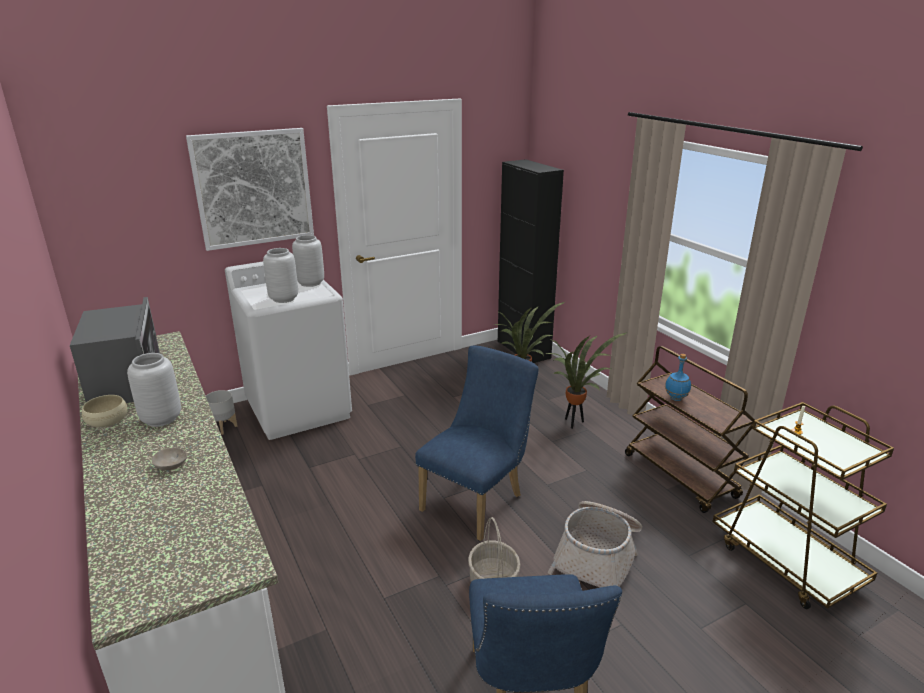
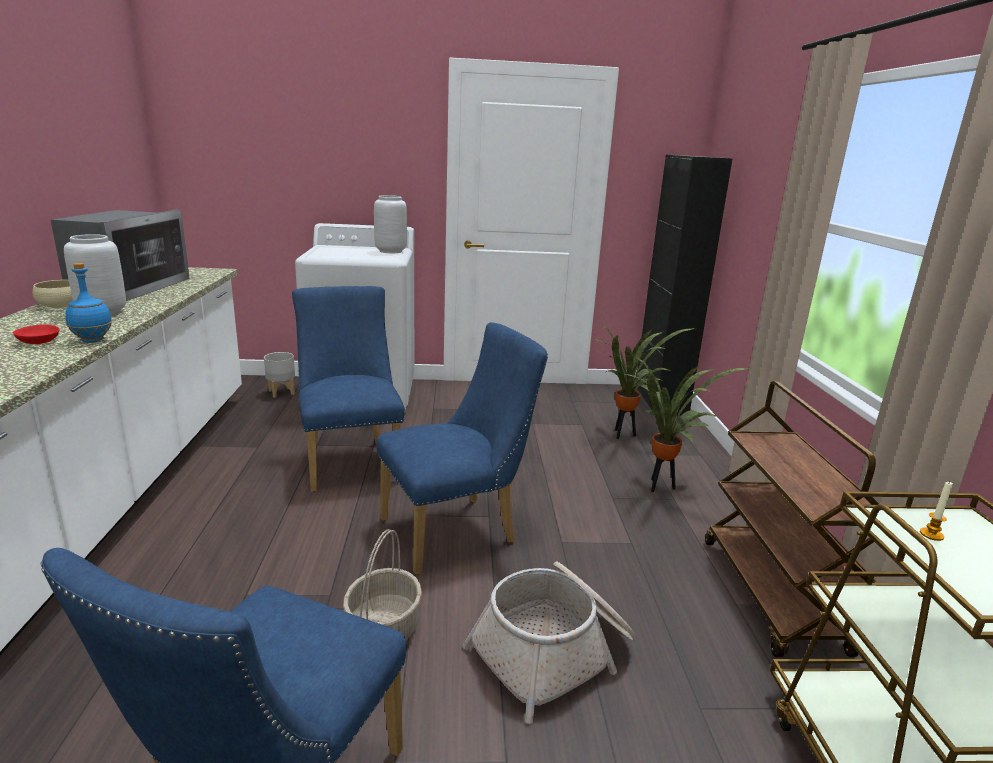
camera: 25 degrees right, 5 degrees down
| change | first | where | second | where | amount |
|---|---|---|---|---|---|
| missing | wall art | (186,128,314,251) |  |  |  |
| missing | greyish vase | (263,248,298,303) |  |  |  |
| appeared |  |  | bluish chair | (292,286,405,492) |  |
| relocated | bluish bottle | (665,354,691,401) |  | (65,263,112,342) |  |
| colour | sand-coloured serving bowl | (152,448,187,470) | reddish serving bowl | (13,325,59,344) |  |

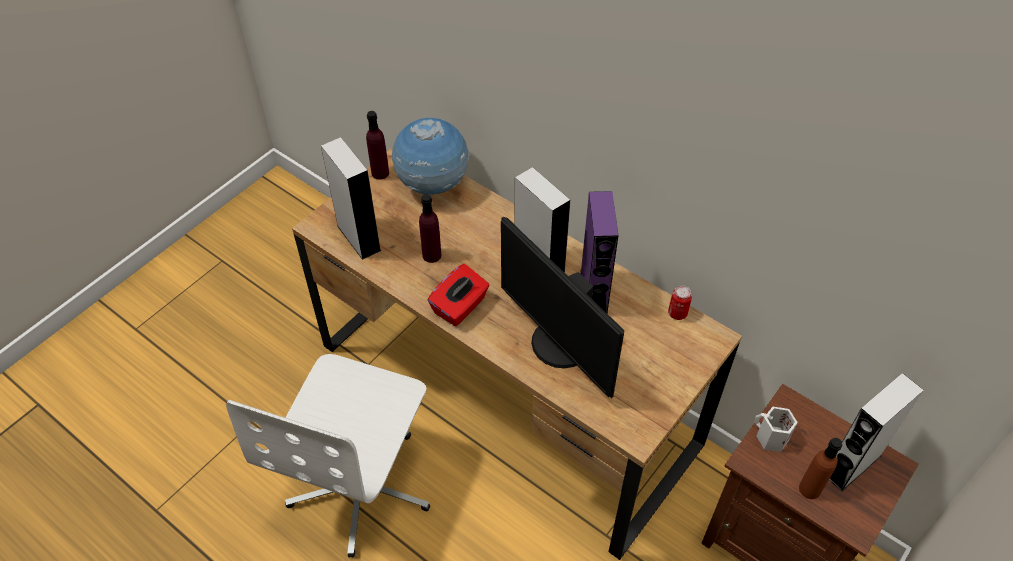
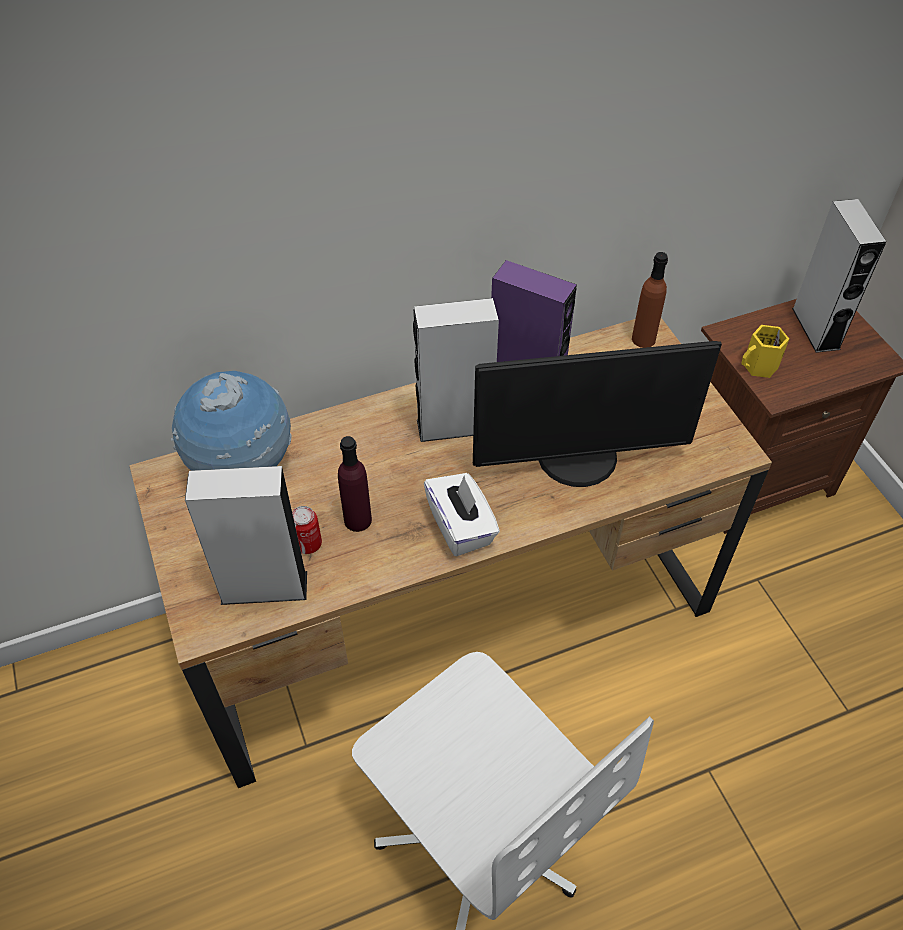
camera: 60 degrees left, 0 degrees up
| change | first | where | second | where | amount |
|---|---|---|---|---|---|
| missing | purplish bottle | (366,111,389,180) |  |  |  |
| relocated | metal can | (668,285,692,320) |  | (292,506,322,554) |  |
| relocated | brownish bottle | (799,438,842,499) |  | (632,252,668,348) |  |
| colour | reddish box of tissues | (428,264,490,326) | whitish box of tissues | (424,473,500,557) |  |
| colour | whitish coffee mug | (755,407,798,452) | yellow coffee mug | (741,325,789,378) |  |

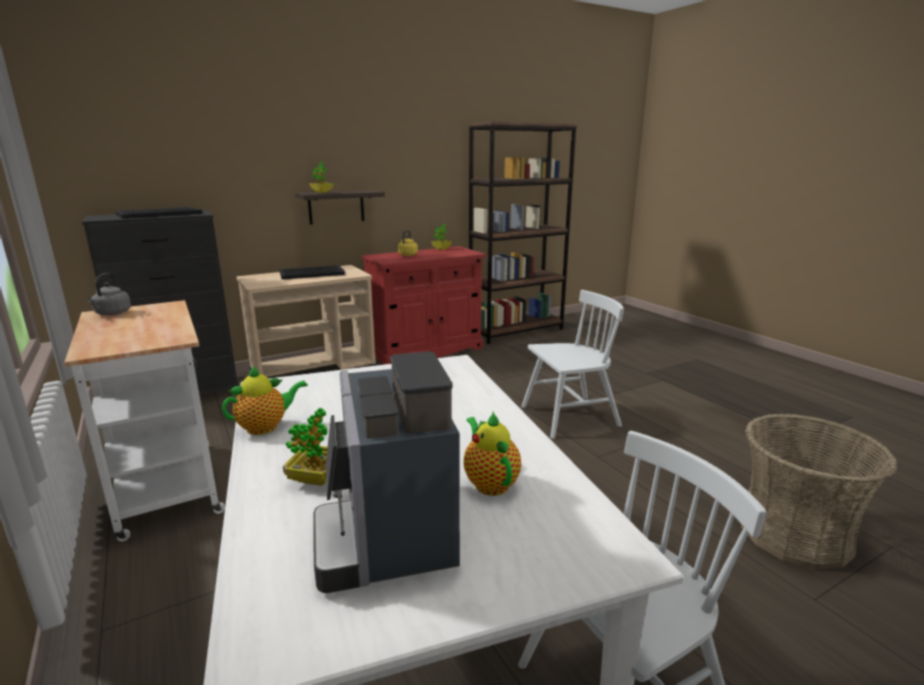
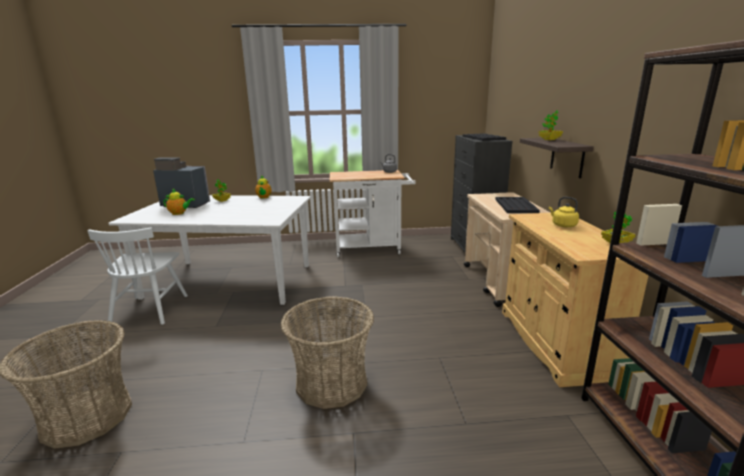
camera: 115 degrees right, 0 degrees up
| change | first | where | second | where | amount |
|---|---|---|---|---|---|
| exchanged | whitish chair | (521,290,624,439) | basket | (281,296,374,409) |  |
| colour | reddish cupboard | (361,246,486,365) | sand-coloured cupboard | (502,213,649,387) |  |

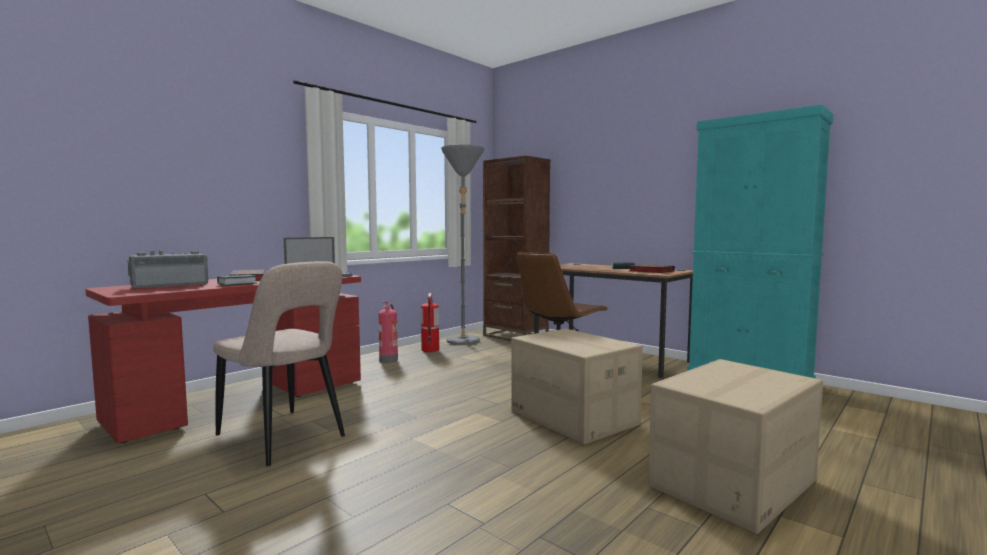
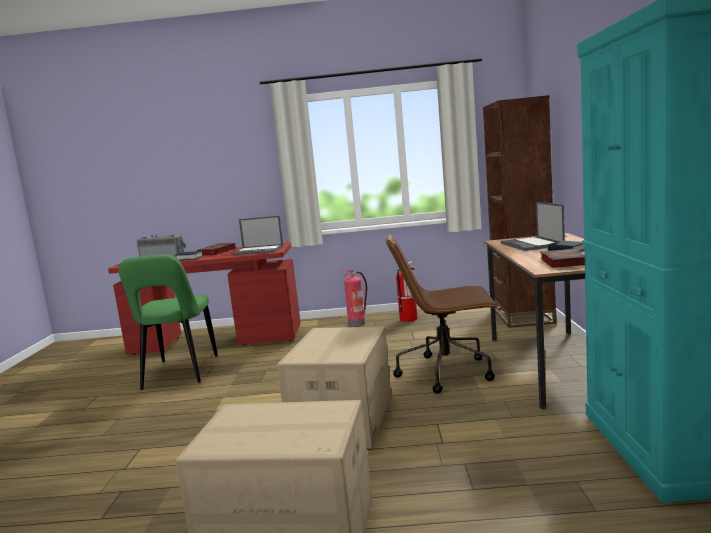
camera: 50 degrees right, 5 degrees up
| change | first | where | second | where | amount |
|---|---|---|---|---|---|
| missing | greyish floor lamp | (441,144,484,345) |  |  |  |
| appeared |  |  | notebook computer | (501,202,565,251) |  |
| colour | sand-coloured chair | (213,261,345,466) | green-coloured chair | (119,255,218,390) |  |

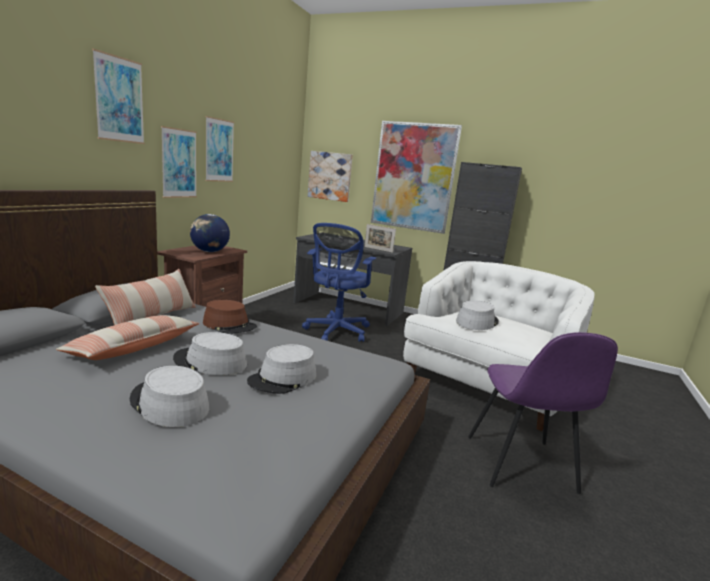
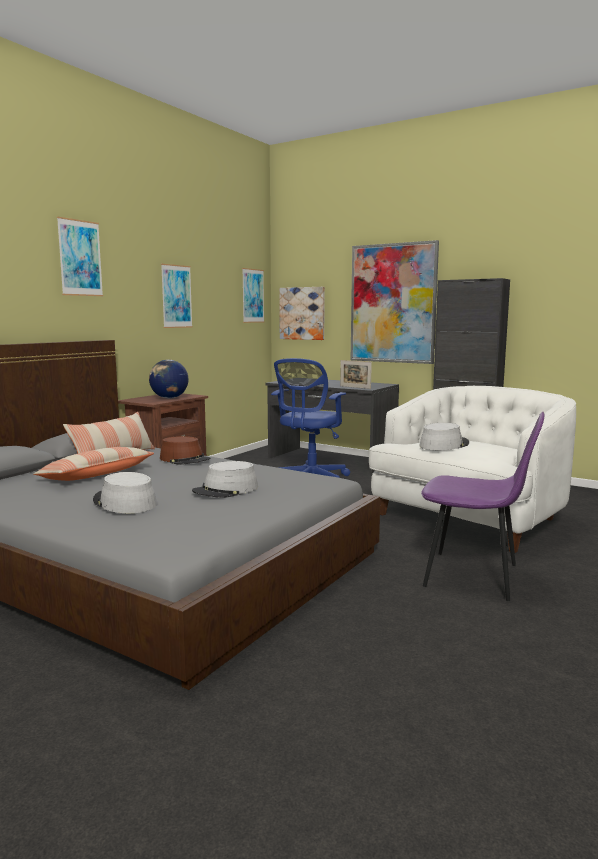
camera: 10 degrees right, 5 degrees down
| change | first | where | second | where | amount |
|---|---|---|---|---|---|
| missing | greyish clothing hat | (173,332,247,375) |  |  |  |
| relocated | wall art | (161,126,197,198) |  | (242,268,265,323) |  |
| spun | purplish chair | (468,332,618,494) |  | (421,412,545,601) | 75 degrees counterclockwise |

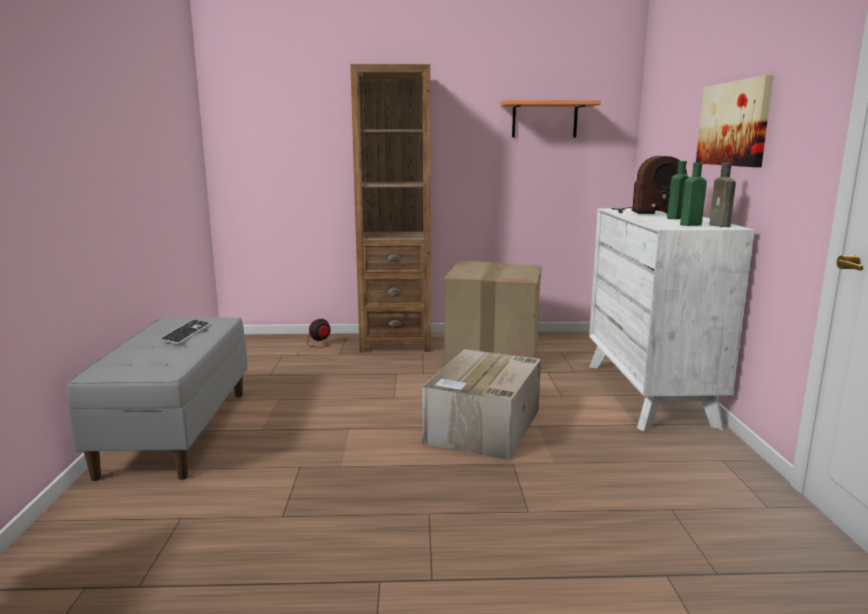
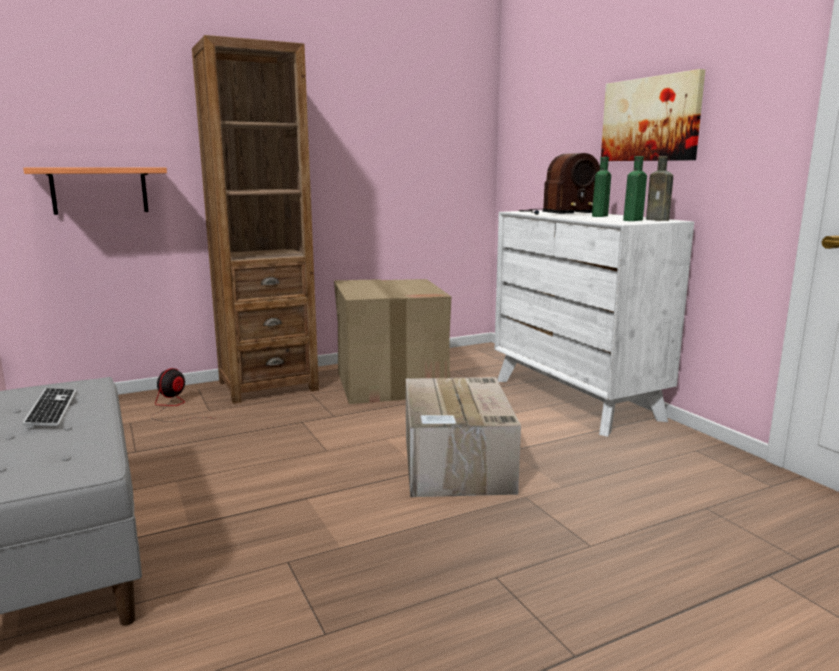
camera: 25 degrees left, 0 degrees up
| change | first | where | second | where | amount |
|---|---|---|---|---|---|
| relocated | bracket shelf | (500,100,601,138) |  | (23,167,167,215) |  |

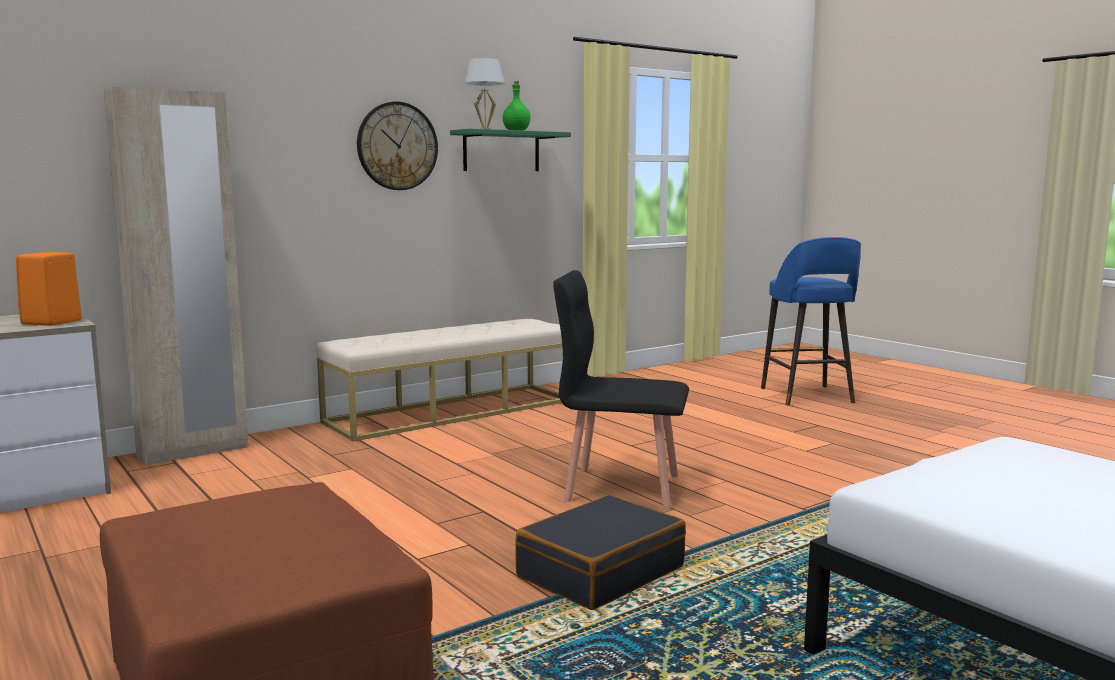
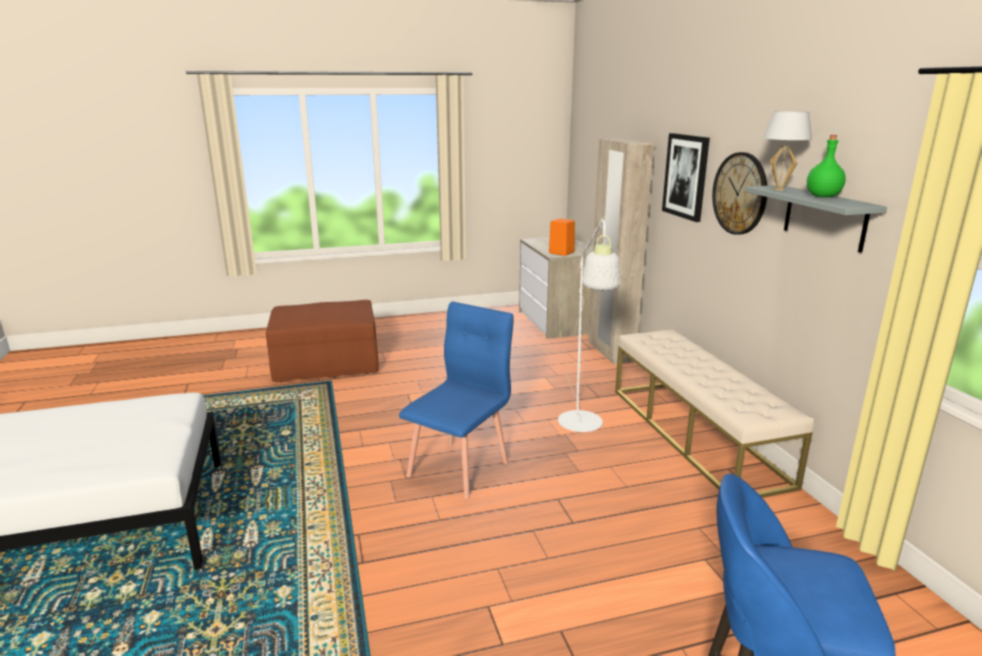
camera: 110 degrees right, 10 degrees up
| change | first | where | second | where | amount |
|---|---|---|---|---|---|
| missing | black piece of luggage | (515,495,686,610) |  |  |  |
| appeared |  |  | whitish floor lamp | (558,217,621,432) |  |
| appeared |  |  | wall art | (662,133,710,222) |  |
| colour | green-coloured bracket shelf | (450,129,571,171) | greyish bracket shelf | (745,185,887,253) |  |
| colour | black chair | (553,270,689,510) | bluish chair | (399,302,514,499) |  |

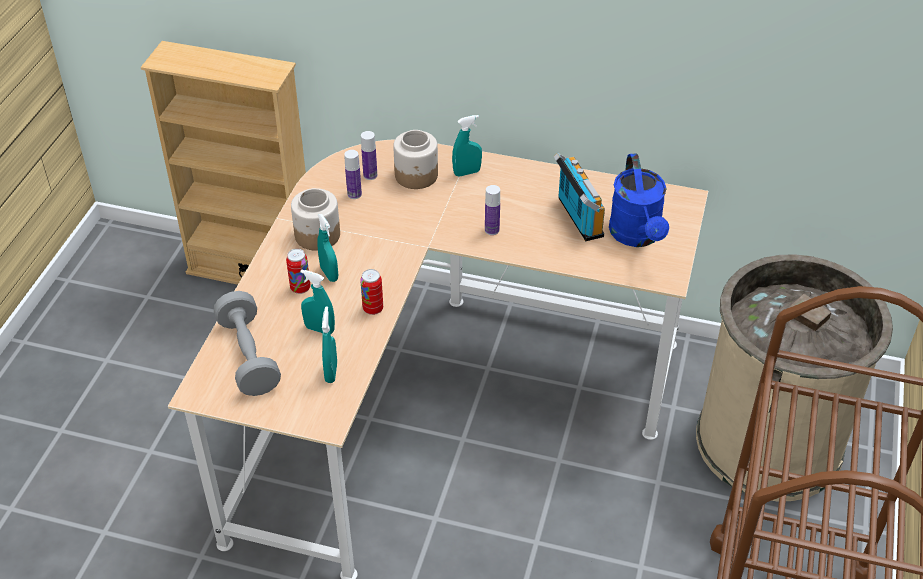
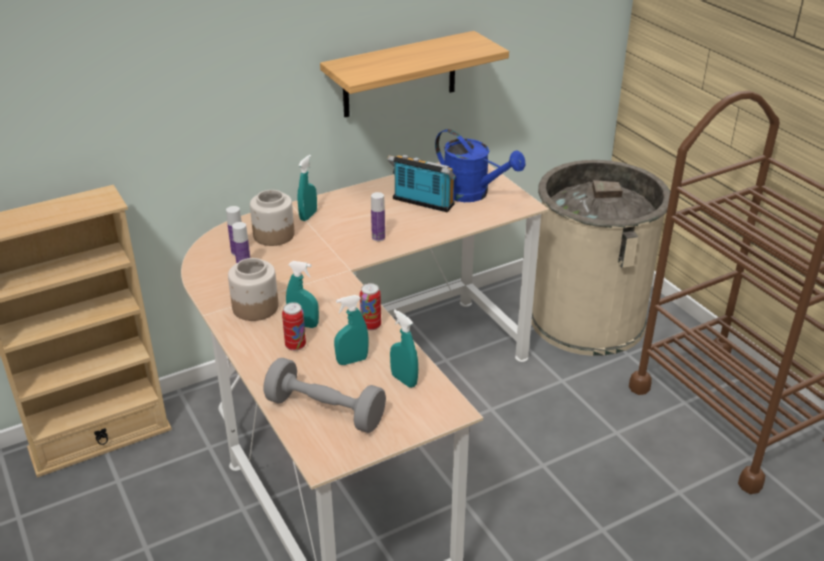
camera: 45 degrees left, 10 degrees down
| change | first | where | second | where | amount |
|---|---|---|---|---|---|
| appeared |  |  | bracket shelf | (320,31,509,117) |  |

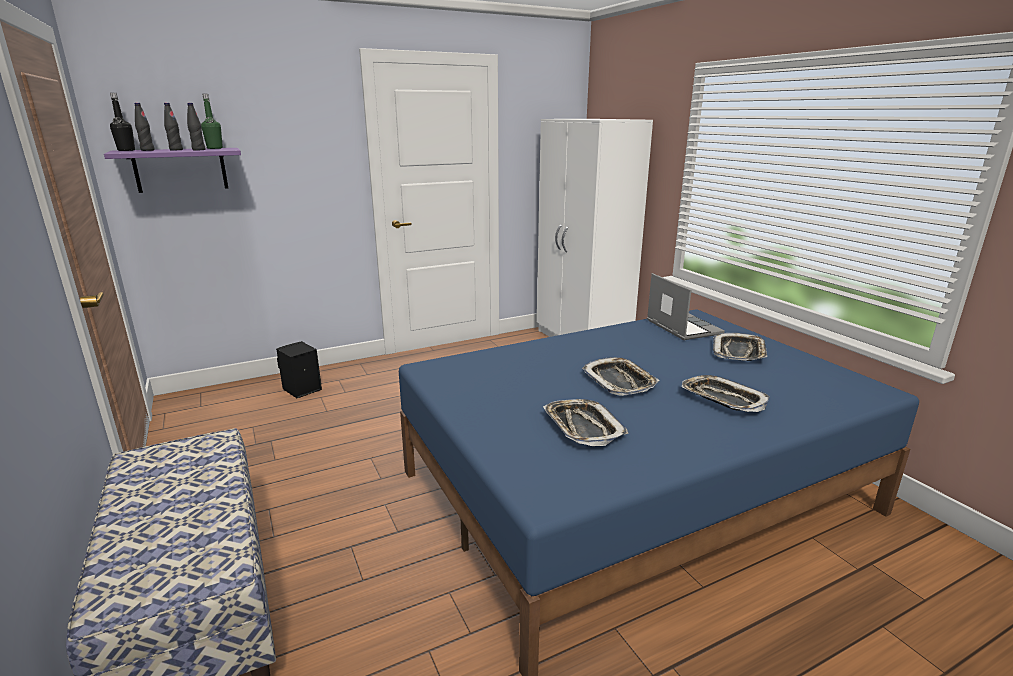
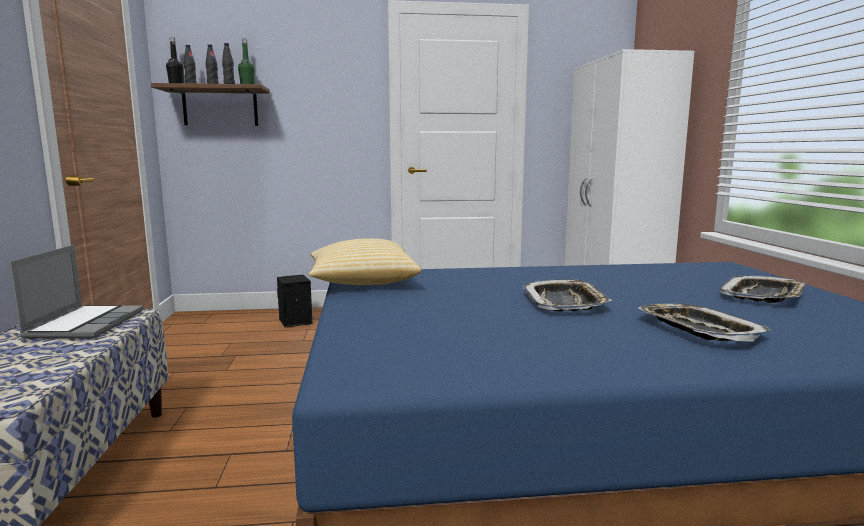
camera: 20 degrees right, 10 degrees down
| change | first | where | second | where | amount |
|---|---|---|---|---|---|
| missing | serving tray | (543,399,628,446) |  |  |  |
| appeared |  |  | cushion | (309,238,422,285) |  |
| relocated | notebook computer | (647,273,725,340) |  | (9,245,143,339) |  |
| colour | purplish bracket shelf | (104,148,241,193) | brownish bracket shelf | (151,83,270,126) |  |

